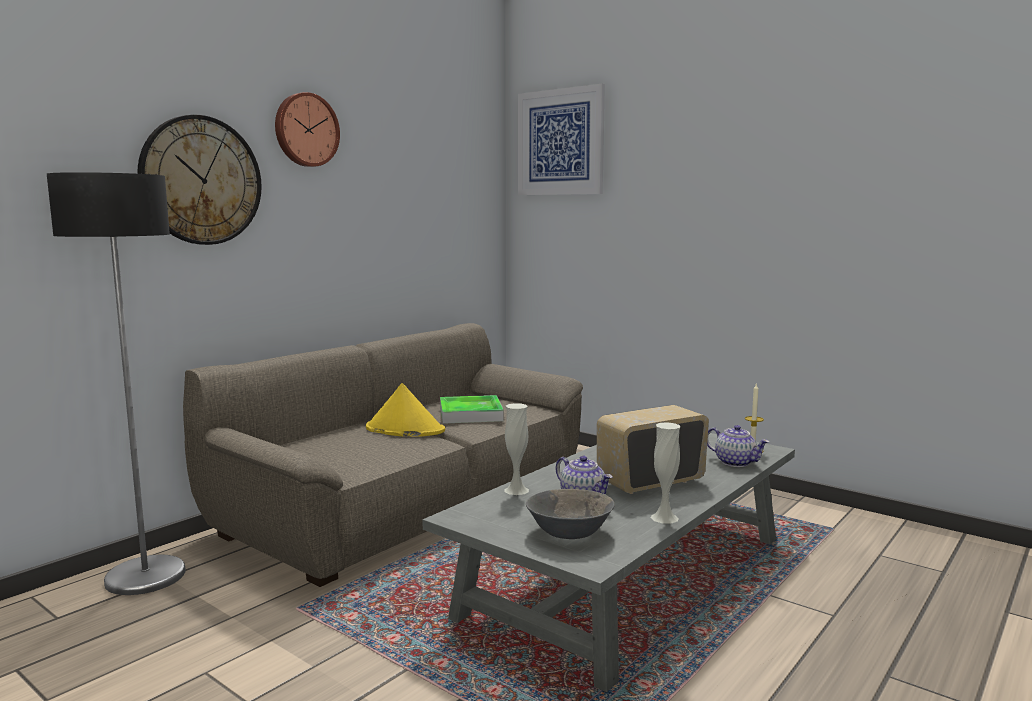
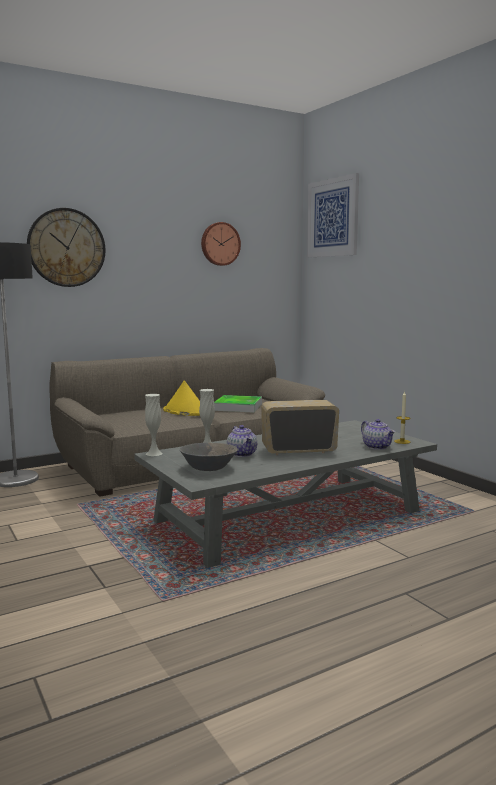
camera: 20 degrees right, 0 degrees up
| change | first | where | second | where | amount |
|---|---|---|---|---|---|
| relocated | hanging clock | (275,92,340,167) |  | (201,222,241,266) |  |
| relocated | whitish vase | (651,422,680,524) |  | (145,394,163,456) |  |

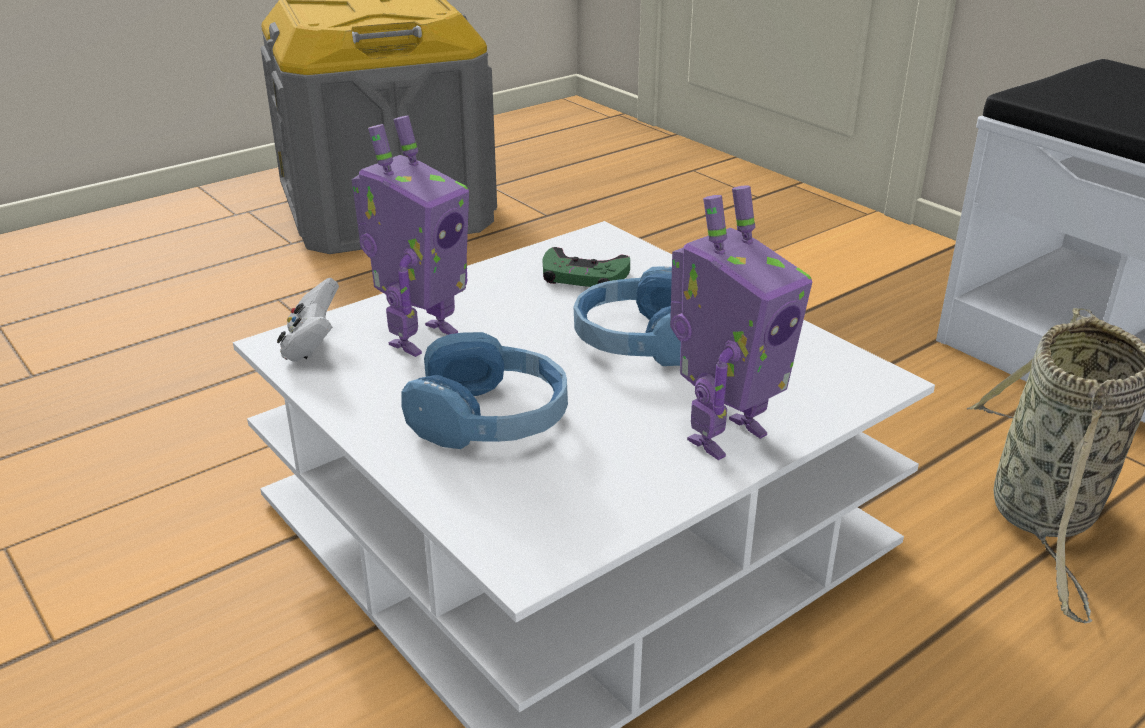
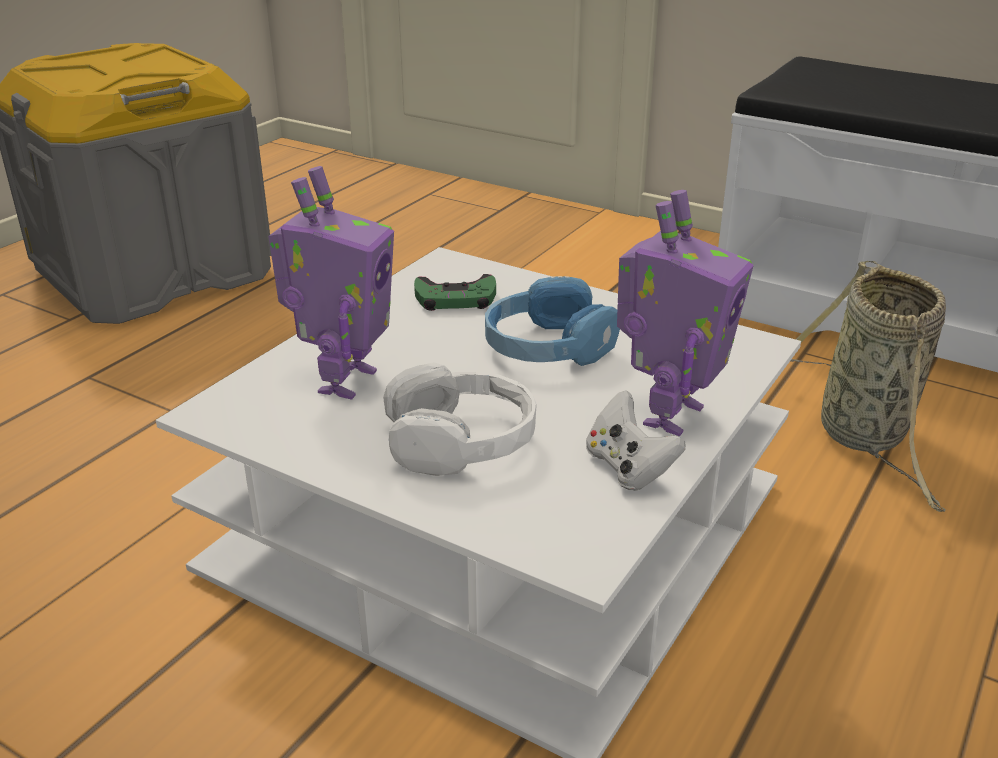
camera: 20 degrees left, 0 degrees up
| change | first | where | second | where | amount |
|---|---|---|---|---|---|
| relocated | whitish gamepad | (277,278,339,362) |  | (586,390,686,491) |  |
| colour | bluish headset | (401,332,568,449) | whitish headset | (383,362,537,476) |  |

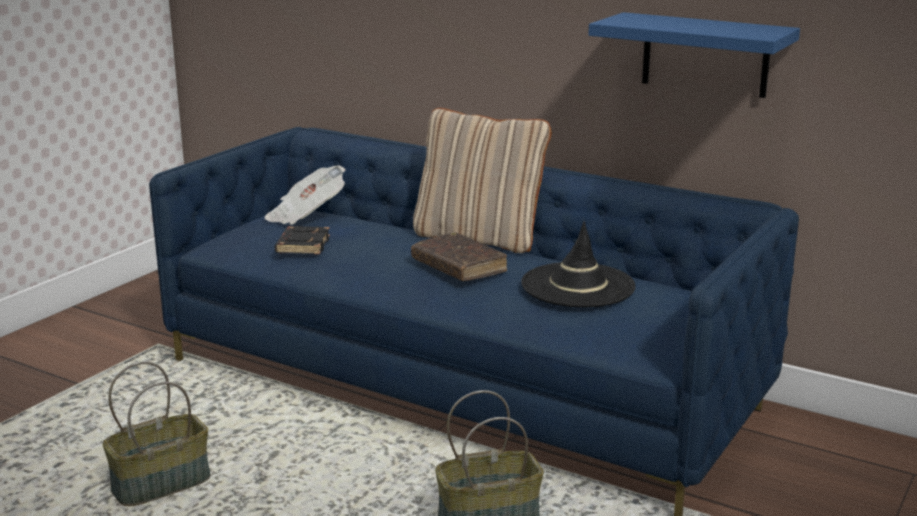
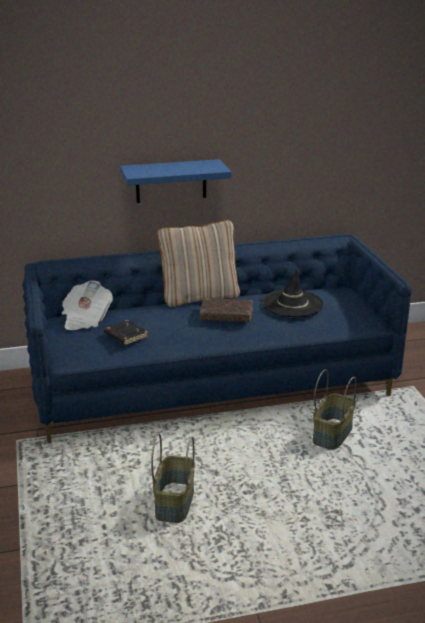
camera: 45 degrees left, 5 degrees up
| change | first | where | second | where | amount |
|---|---|---|---|---|---|
| relocated | bluish bracket shelf | (588,12,800,98) |  | (120,159,231,203) |  |

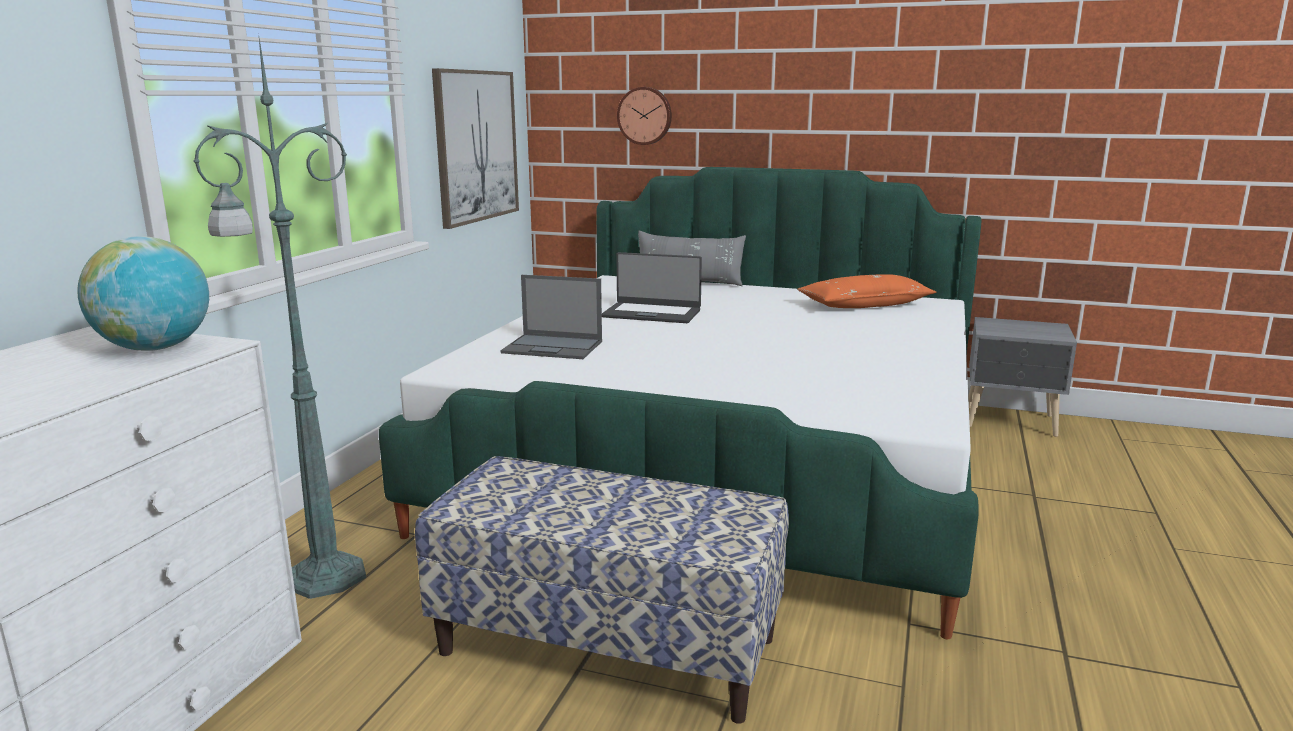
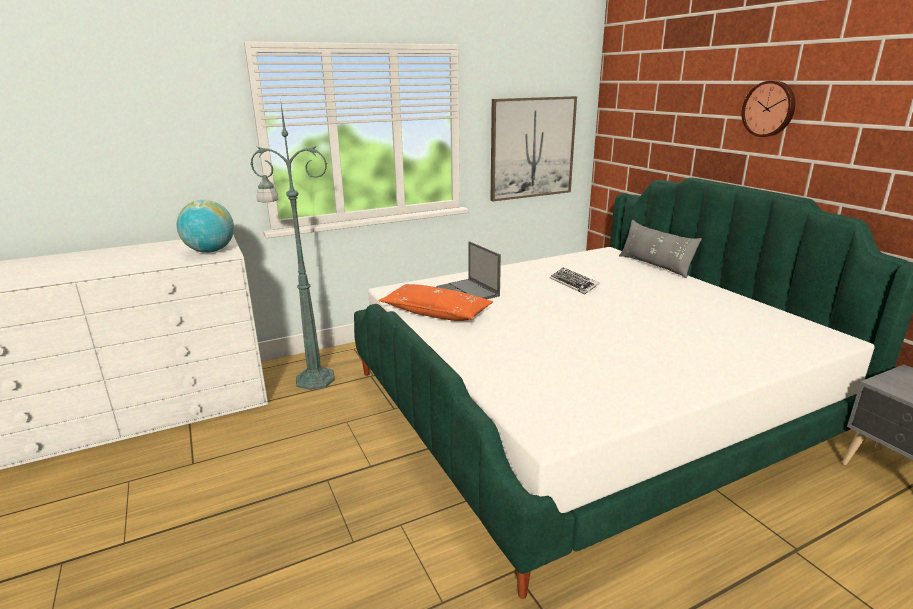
camera: 45 degrees right, 5 degrees up
| change | first | where | second | where | amount |
|---|---|---|---|---|---|
| missing | indoor bench | (415,456,789,724) |  |  |  |
| relocated | hanging clock | (617,87,672,145) |  | (741,80,795,137) |  |
| relocated | orange cushion | (797,274,936,308) |  | (378,284,493,321) |  |
| exchanged | notebook computer | (602,252,702,323) | PC keyboard | (550,267,600,294) |  |

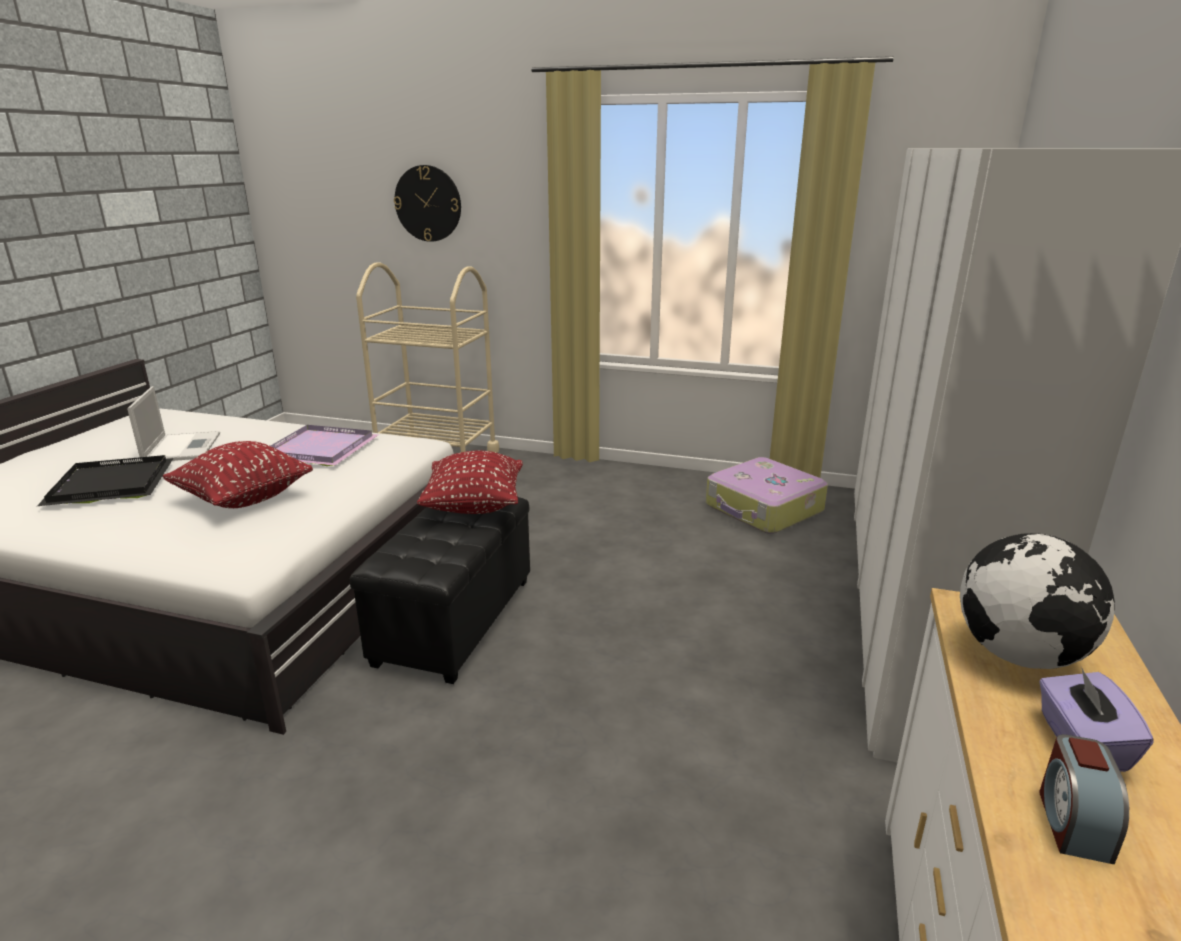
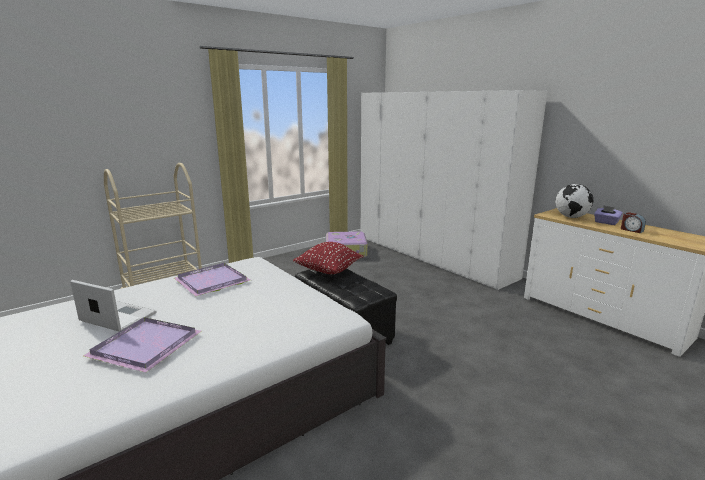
camera: 55 degrees left, 5 degrees down
| change | first | where | second | where | amount |
|---|---|---|---|---|---|
| missing | reddish cushion | (163,441,313,508) |  |  |  |
| missing | hanging clock | (394,165,461,242) |  |  |  |
| colour | black serving tray | (37,455,174,506) | purplish serving tray | (83,317,201,373) |  |

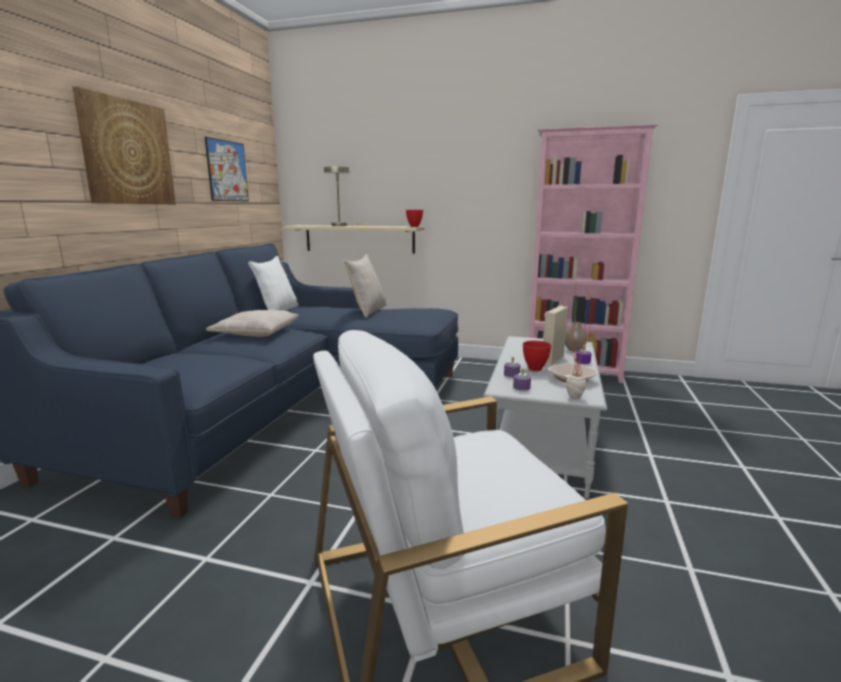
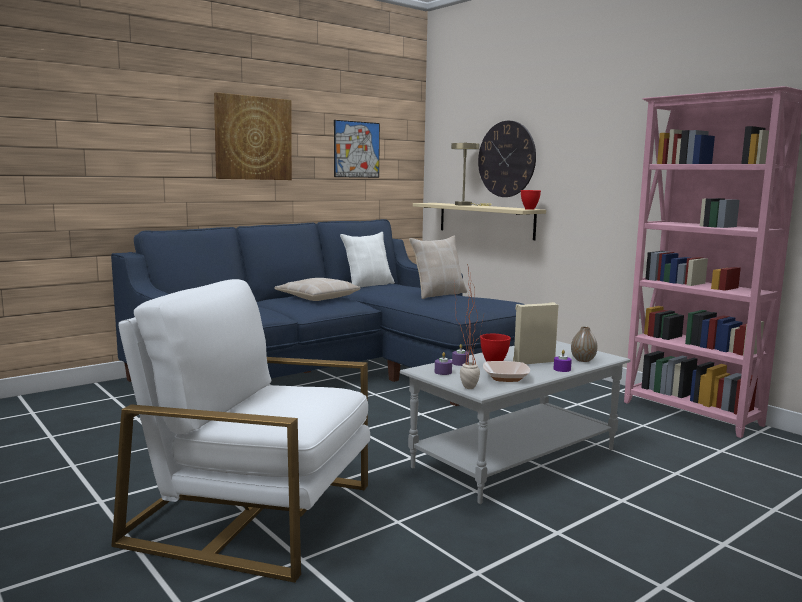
camera: 35 degrees right, 5 degrees down
| change | first | where | second | where | amount |
|---|---|---|---|---|---|
| appeared |  |  | hanging clock | (478,121,536,197) |  |

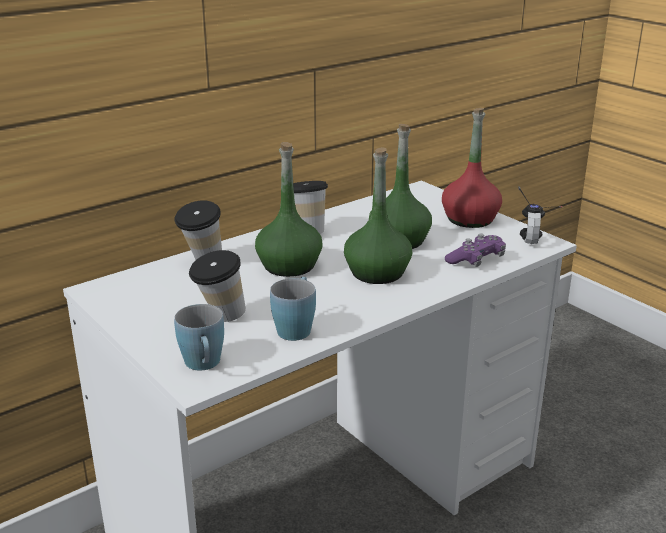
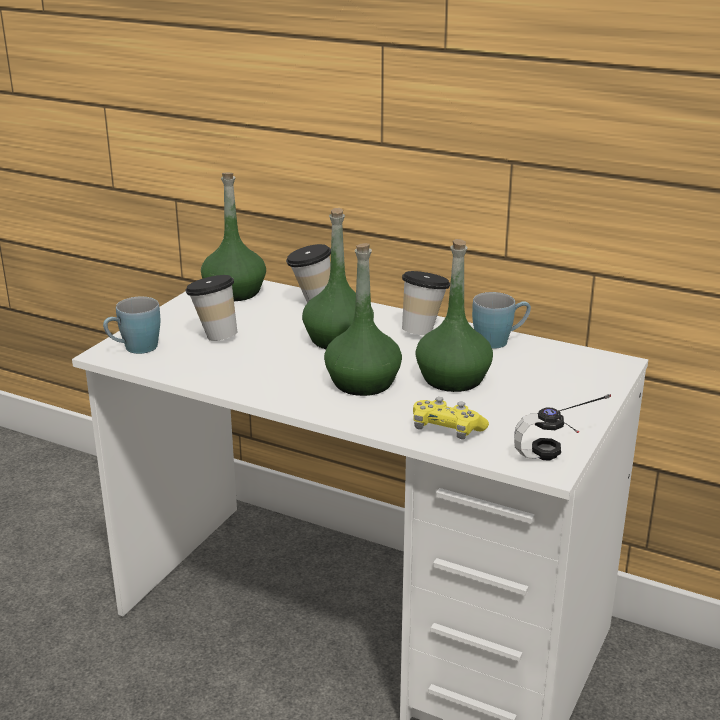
camera: 65 degrees right, 0 degrees up
| change | first | where | second | where | amount |
|---|---|---|---|---|---|
| missing | reddish bottle | (442,108,502,228) |  |  |  |
| appeared |  |  | green-coloured bottle | (201,173,266,301) |  |
| relocated | bluish coffee mug | (270,277,316,341) |  | (472,292,531,349) |  |
| colour | purplish gamepad | (445,234,506,267) | yellow gamepad | (413,397,489,439) |  |

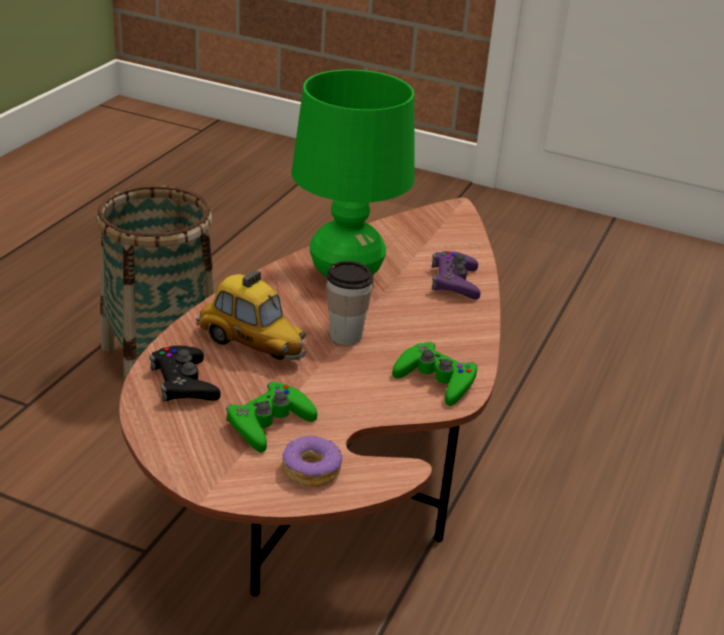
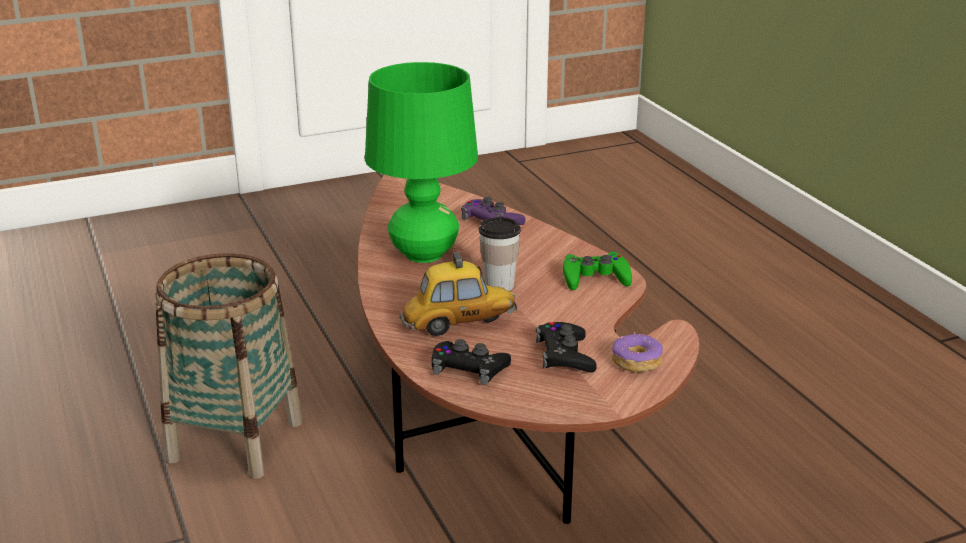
camera: 45 degrees left, 5 degrees down
| change | first | where | second | where | amount |
|---|---|---|---|---|---|
| colour | green-coloured gamepad | (226,382,317,452) | black gamepad | (536,322,597,372) |  |

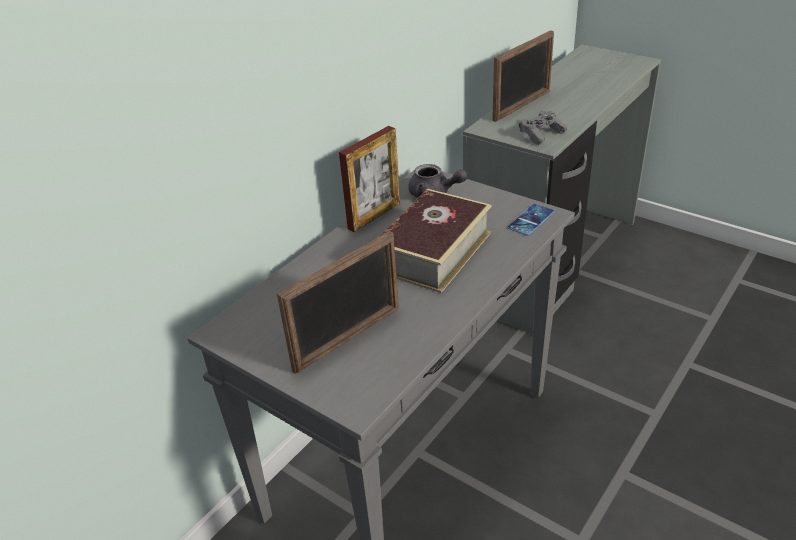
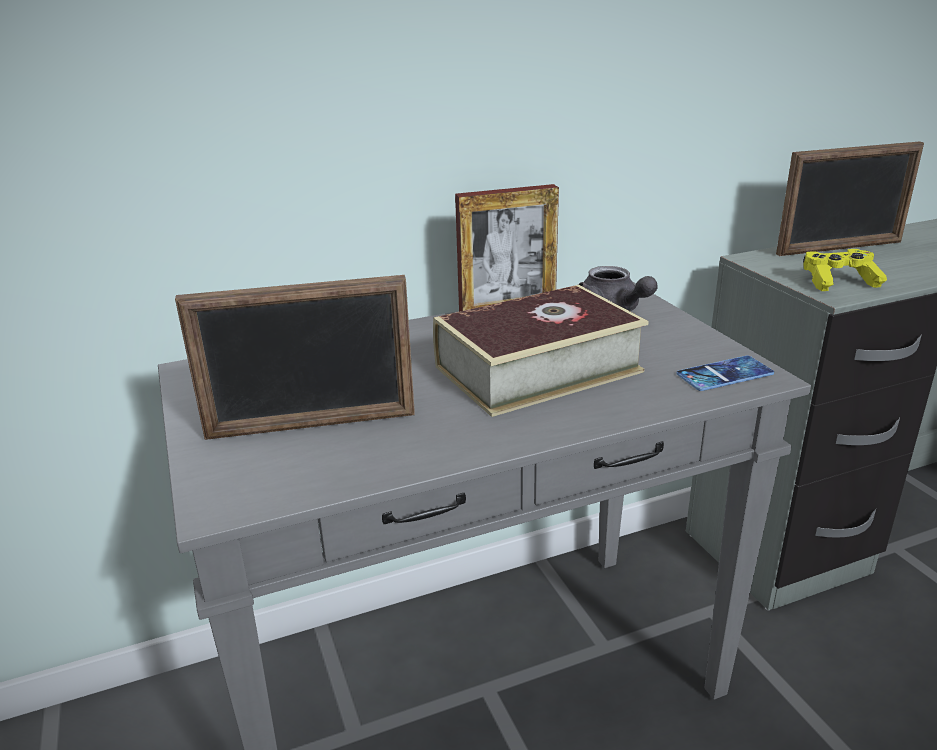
camera: 30 degrees right, 10 degrees down
| change | first | where | second | where | amount |
|---|---|---|---|---|---|
| colour | greyish gamepad | (519,111,568,145) | yellow gamepad | (803,249,887,291) |  |

